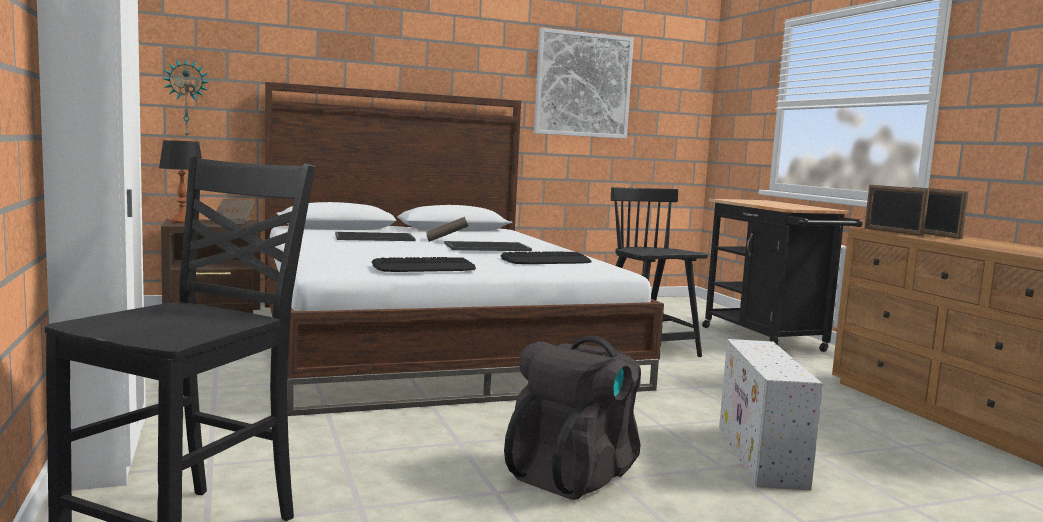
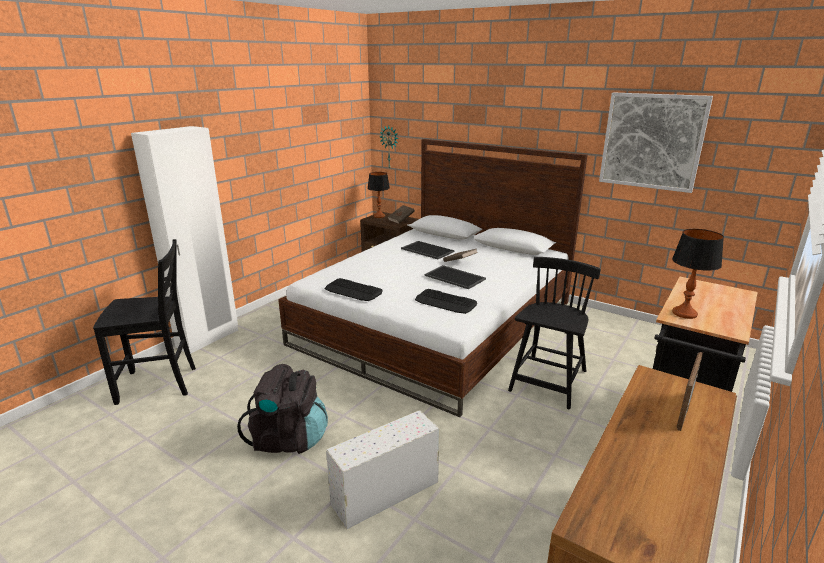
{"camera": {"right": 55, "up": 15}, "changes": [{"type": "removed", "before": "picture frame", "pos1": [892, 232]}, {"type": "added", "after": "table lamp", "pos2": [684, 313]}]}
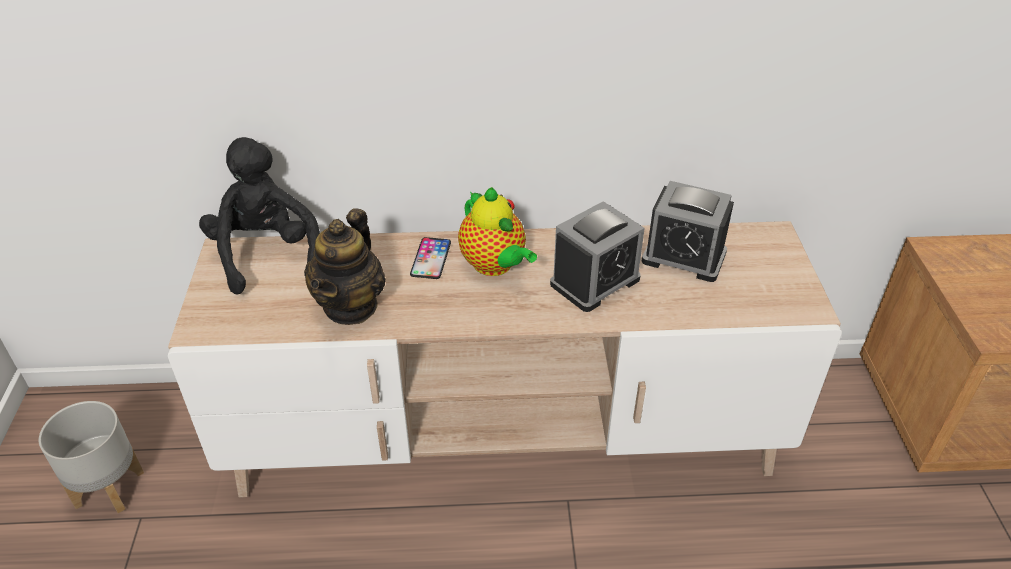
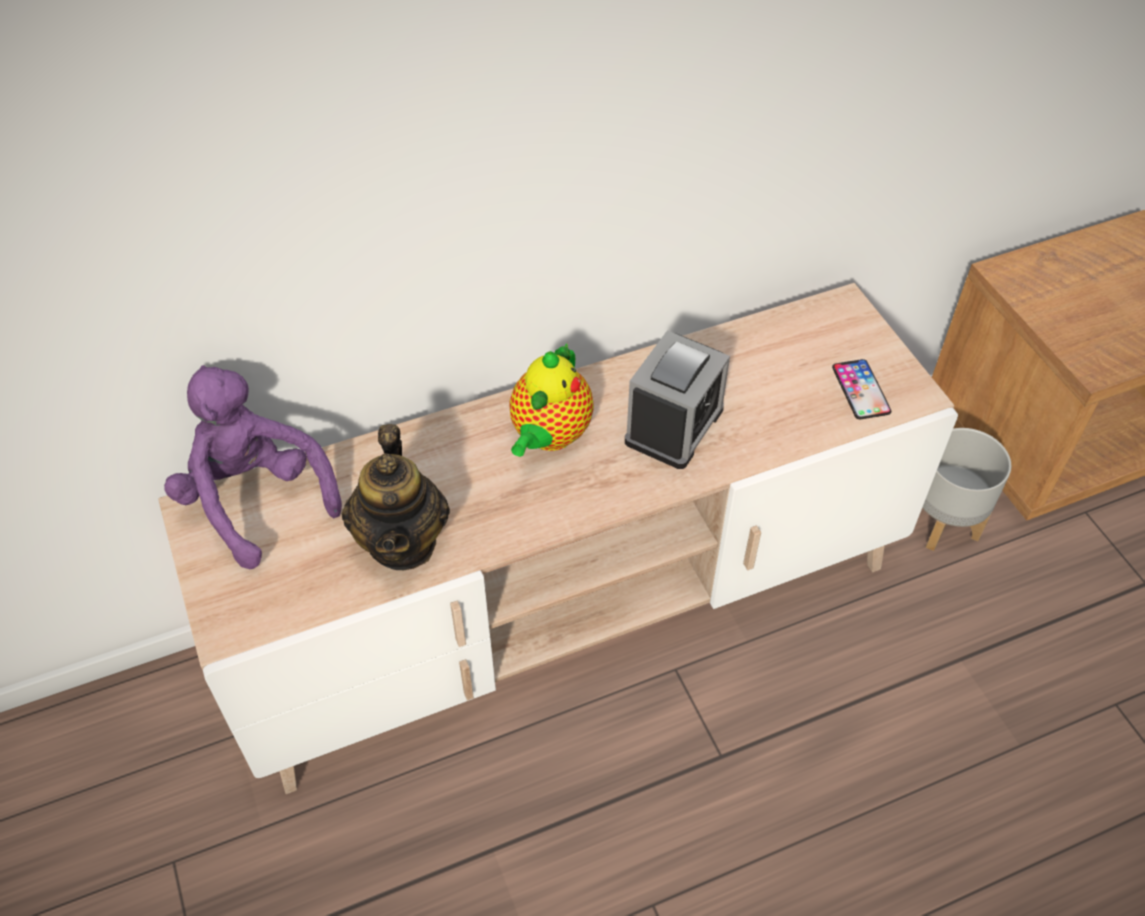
{"camera": {"right": -20, "up": 10}, "changes": [{"type": "removed", "before": "alarm clock", "pos1": [684, 257]}, {"type": "moved", "before": "grey planter", "pos1": [108, 488], "pos2": [941, 522]}, {"type": "moved", "before": "phone", "pos1": [430, 258], "pos2": [860, 389]}, {"type": "recoloured", "before": "black plush toy", "after": "purple plush toy", "pos1": [266, 255], "pos2": [255, 500]}, {"type": "turned", "before": "teapot", "pos1": [495, 266], "pos2": [549, 436], "turn": 75}]}
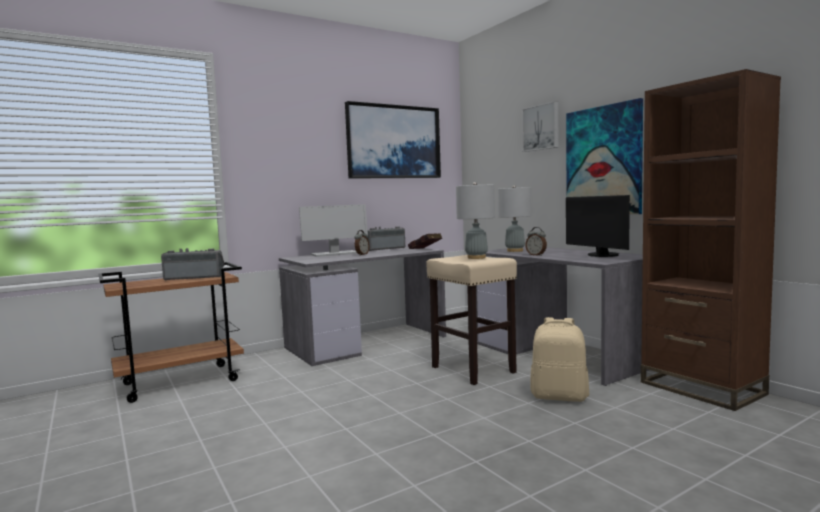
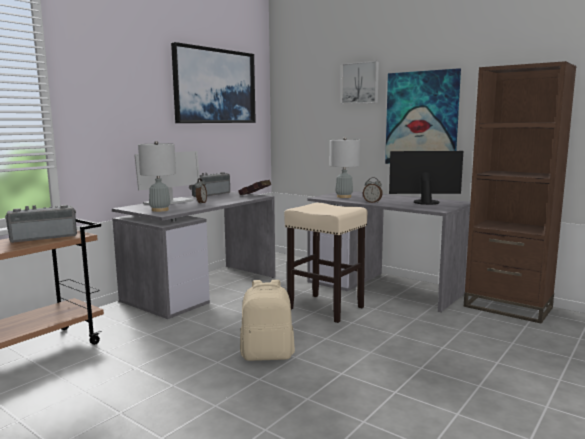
{"camera": {"right": -20, "up": 5}, "changes": [{"type": "moved", "before": "grey table lamp", "pos1": [476, 257], "pos2": [160, 210]}, {"type": "moved", "before": "beige backpack", "pos1": [559, 396], "pos2": [267, 355]}, {"type": "turned", "before": "monitor", "pos1": [600, 255], "pos2": [425, 202], "turn": 135}]}
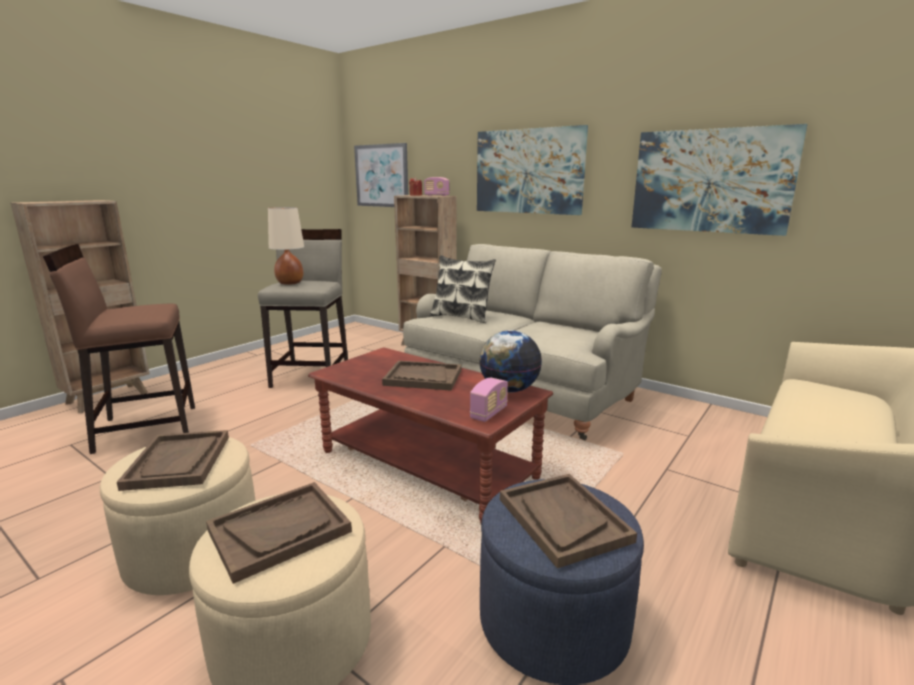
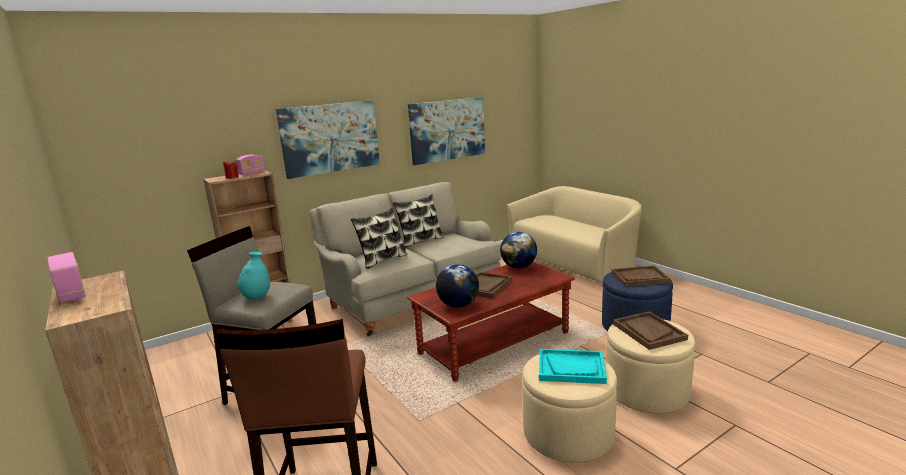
{"camera": {"right": -70, "up": 0}, "changes": [{"type": "removed", "before": "picture", "pos1": [381, 176]}, {"type": "added", "after": "pillow", "pos2": [420, 241]}, {"type": "added", "after": "globe", "pos2": [458, 305]}, {"type": "moved", "before": "radio", "pos1": [489, 413], "pos2": [72, 294]}, {"type": "replaced", "before": "beige table lamp", "after": "turquoise vase", "pos1": [290, 283], "pos2": [257, 297]}, {"type": "recoloured", "before": "brown tray", "after": "turquoise tray", "pos1": [179, 462], "pos2": [571, 368]}]}
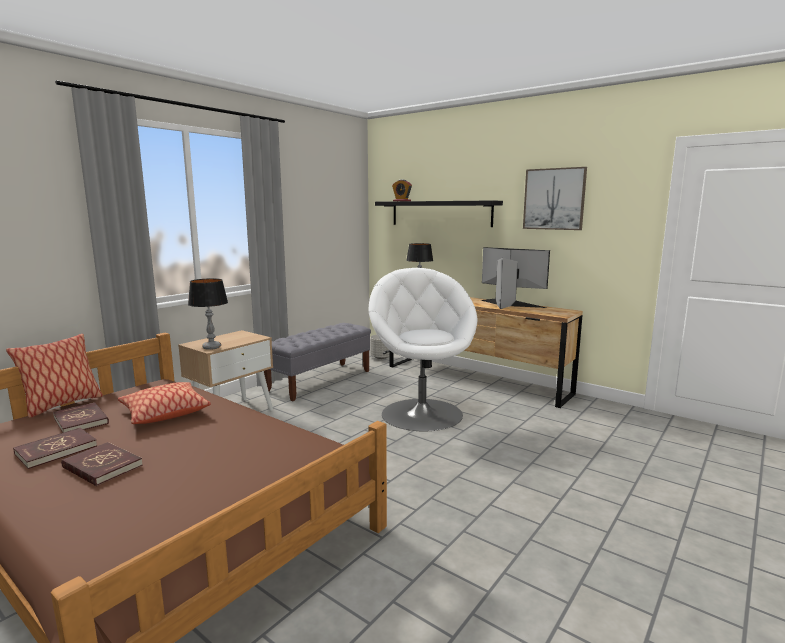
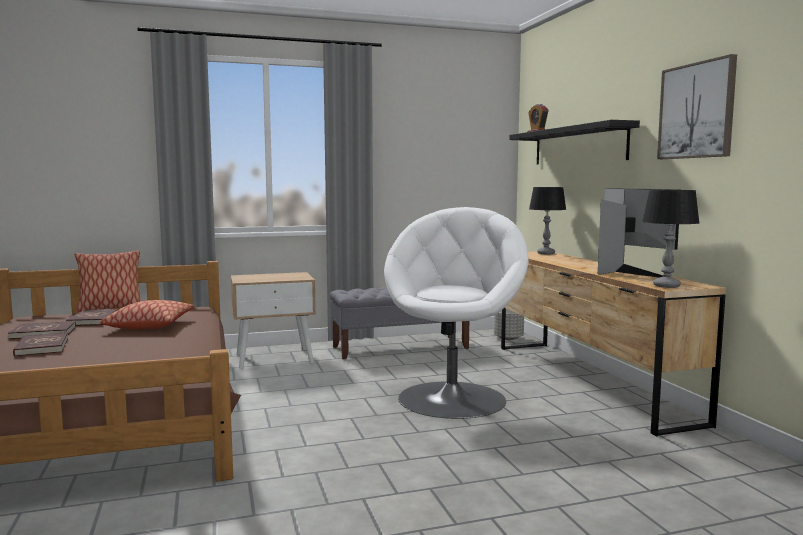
{"camera": {"right": 35, "up": -5}, "changes": [{"type": "moved", "before": "table lamp", "pos1": [211, 347], "pos2": [666, 286]}]}
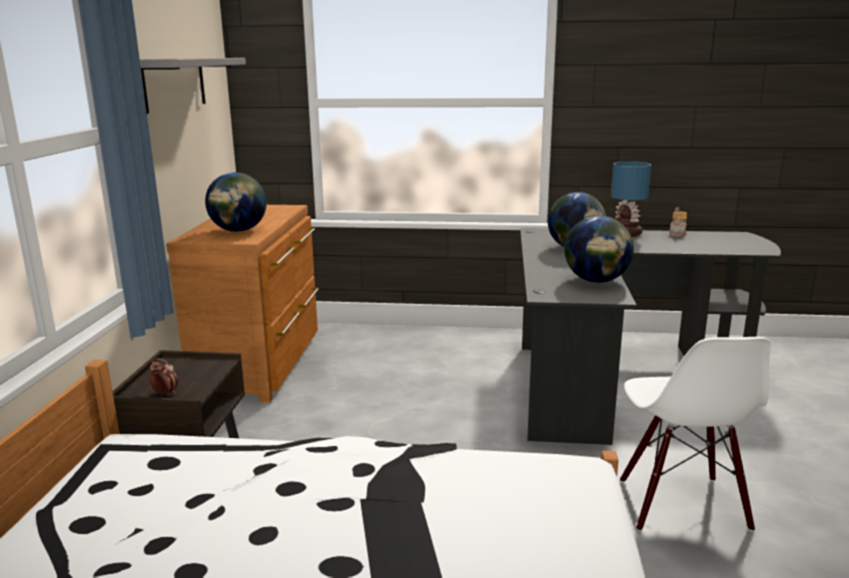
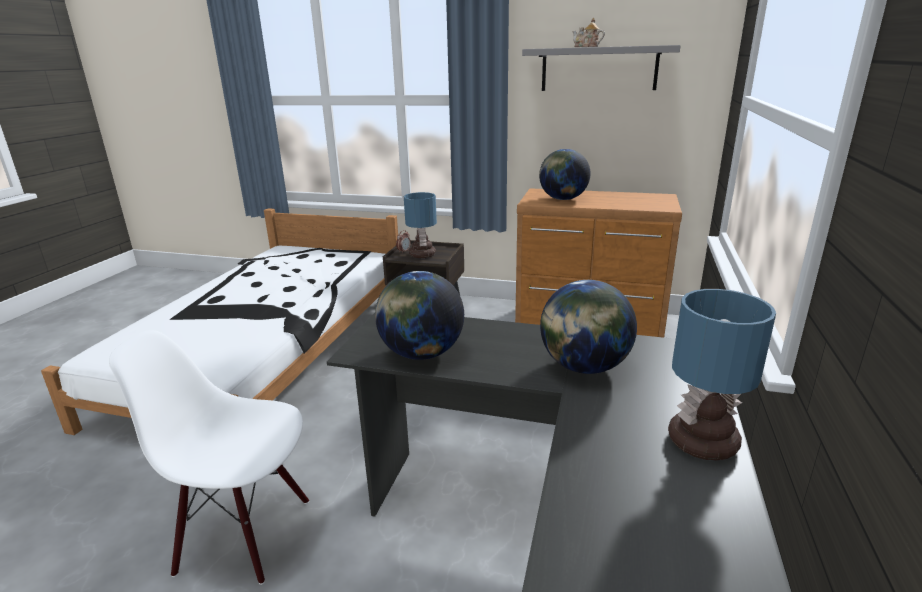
{"camera": {"right": 100, "up": 5}, "changes": [{"type": "added", "after": "table lamp", "pos2": [423, 255]}, {"type": "moved", "before": "teapot", "pos1": [677, 234], "pos2": [586, 47]}]}
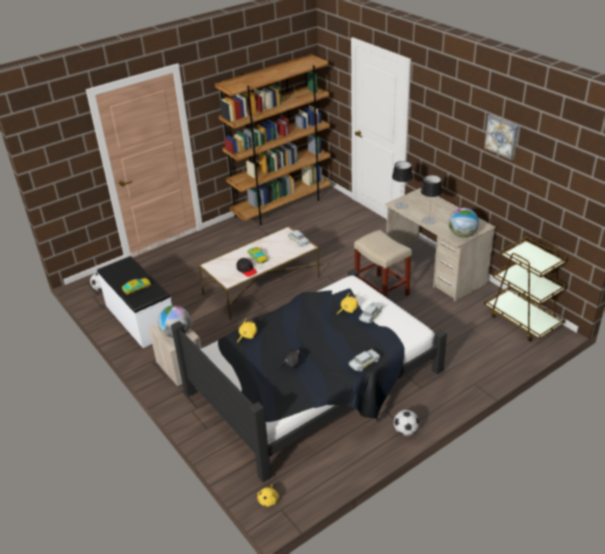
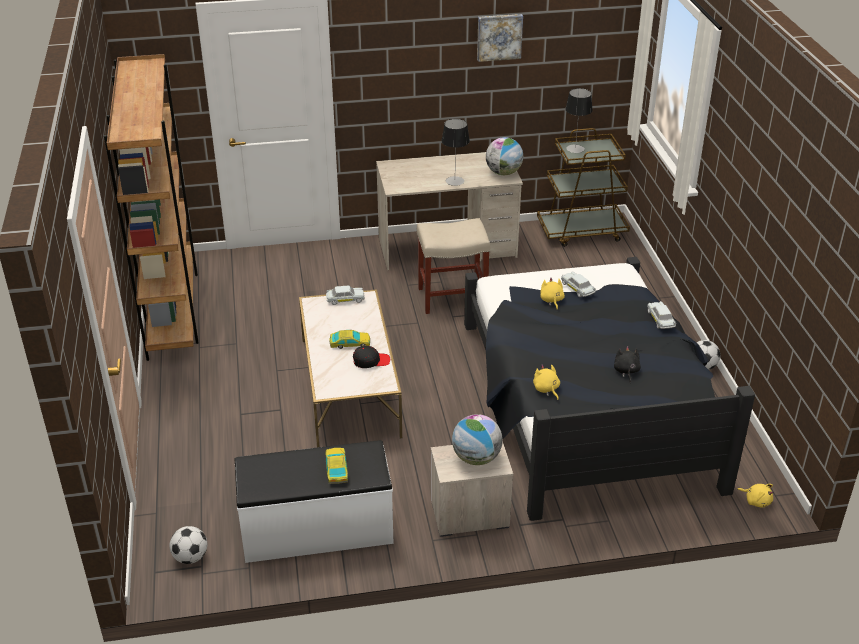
{"camera": {"right": -65, "up": 0}, "changes": [{"type": "moved", "before": "table lamp", "pos1": [401, 205], "pos2": [575, 149]}]}
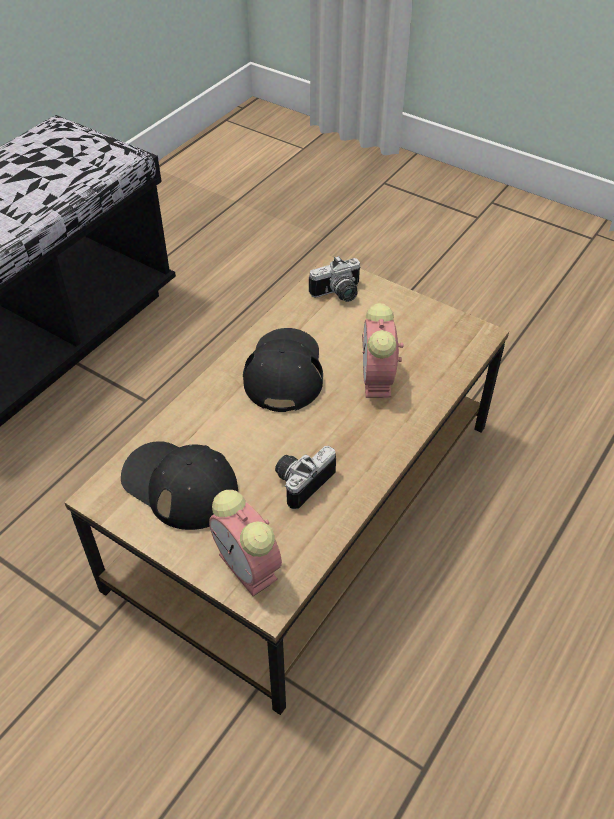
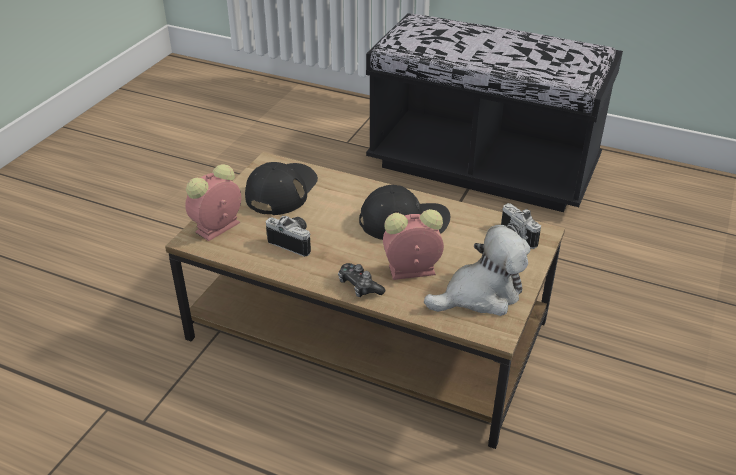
{"camera": {"right": 80, "up": -10}, "changes": [{"type": "added", "after": "game controller", "pos2": [359, 286]}, {"type": "added", "after": "plush toy", "pos2": [481, 295]}]}
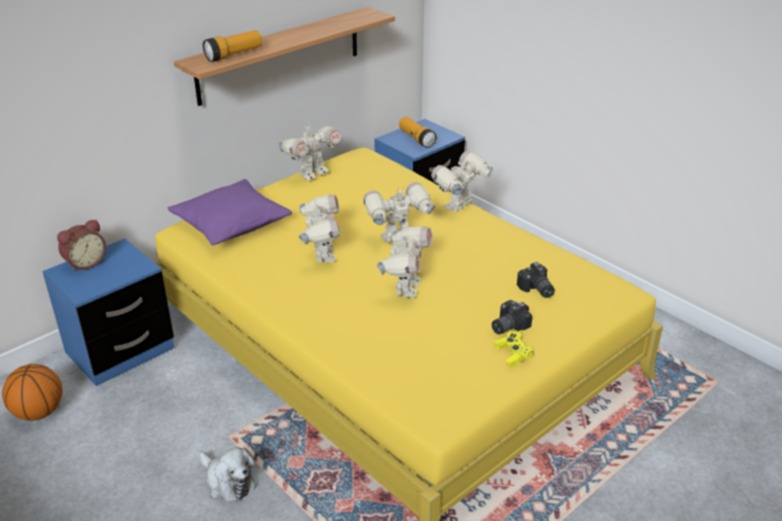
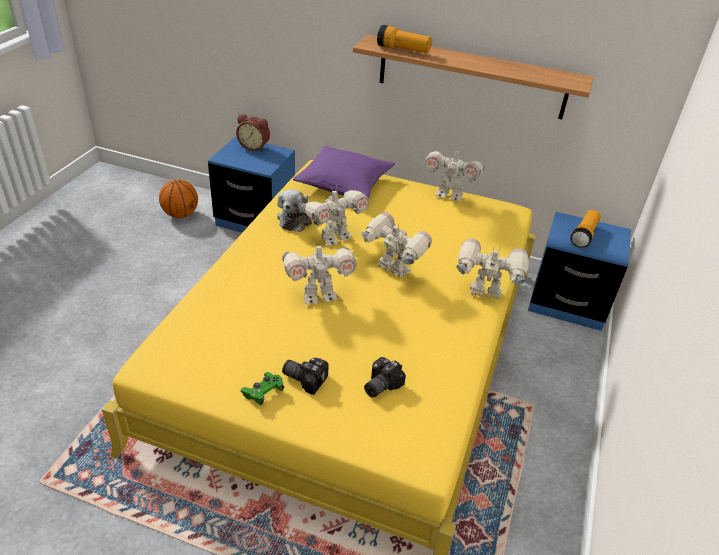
{"camera": {"right": 60, "up": 5}, "changes": [{"type": "moved", "before": "plush toy", "pos1": [228, 481], "pos2": [296, 219]}, {"type": "recoloured", "before": "yellow game controller", "after": "green game controller", "pos1": [513, 354], "pos2": [263, 393]}]}
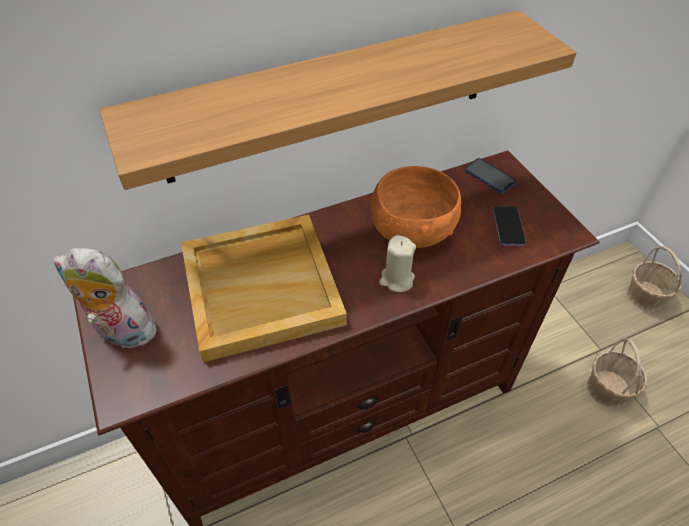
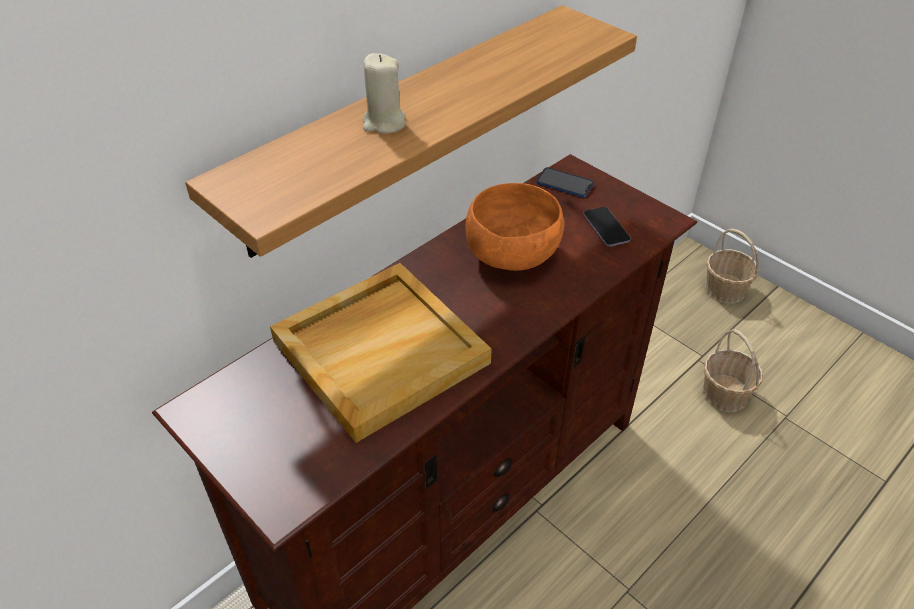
{"camera": {"right": -20, "up": -5}, "changes": [{"type": "removed", "before": "plush toy", "pos1": [122, 332]}, {"type": "moved", "before": "beige candle", "pos1": [396, 280], "pos2": [384, 123]}]}
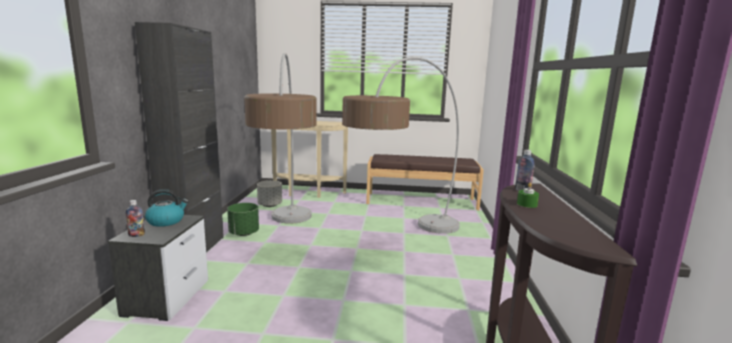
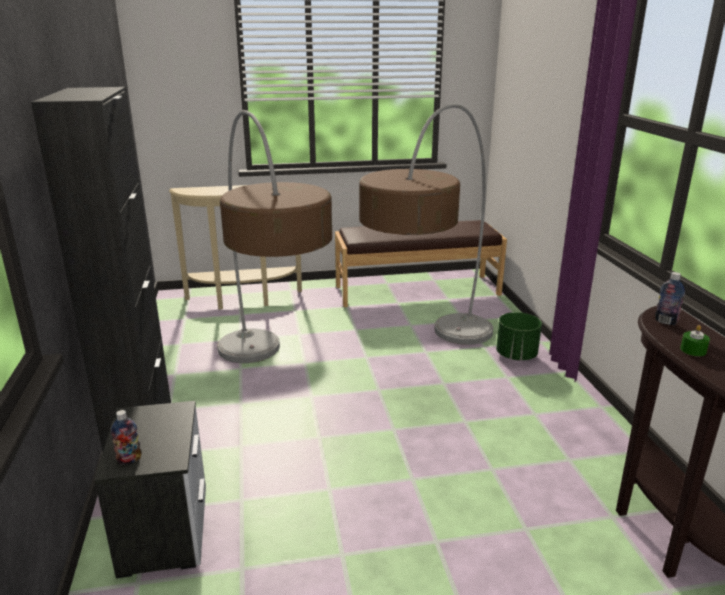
{"camera": {"right": -15, "up": 10}, "changes": [{"type": "removed", "before": "kettle", "pos1": [166, 221]}, {"type": "removed", "before": "grey planter", "pos1": [270, 205]}, {"type": "moved", "before": "green planter", "pos1": [244, 233], "pos2": [516, 355]}]}
